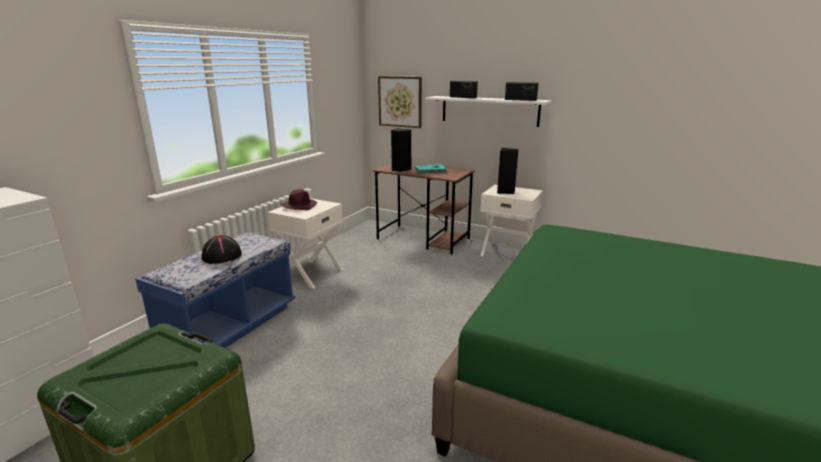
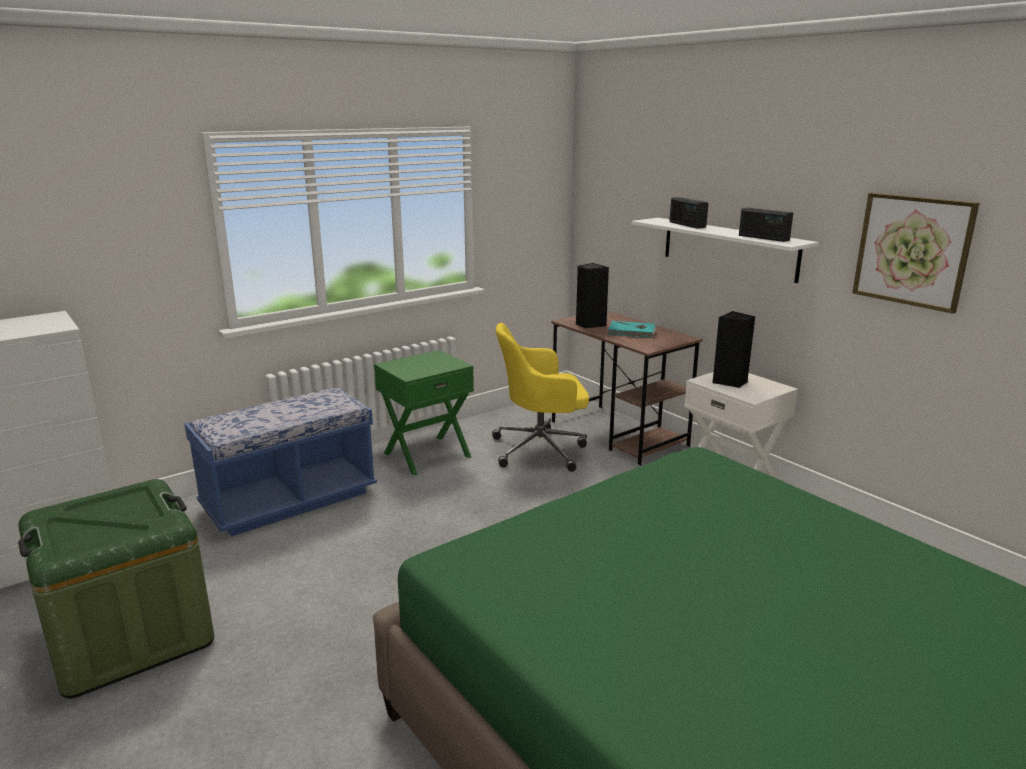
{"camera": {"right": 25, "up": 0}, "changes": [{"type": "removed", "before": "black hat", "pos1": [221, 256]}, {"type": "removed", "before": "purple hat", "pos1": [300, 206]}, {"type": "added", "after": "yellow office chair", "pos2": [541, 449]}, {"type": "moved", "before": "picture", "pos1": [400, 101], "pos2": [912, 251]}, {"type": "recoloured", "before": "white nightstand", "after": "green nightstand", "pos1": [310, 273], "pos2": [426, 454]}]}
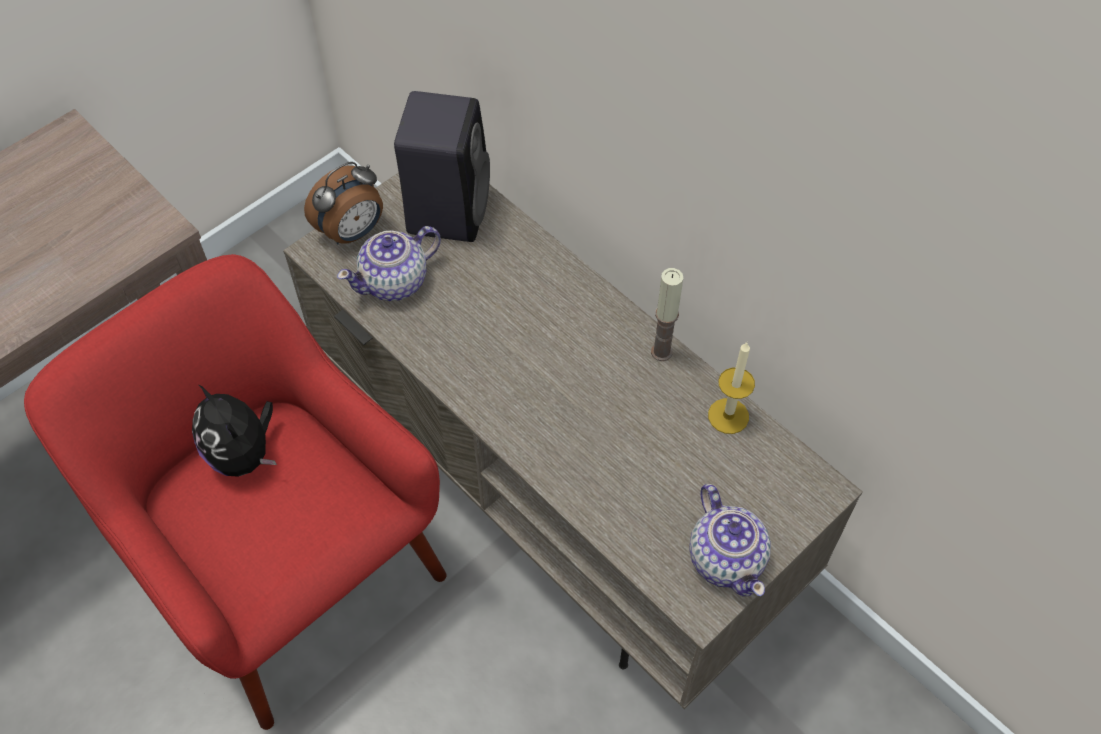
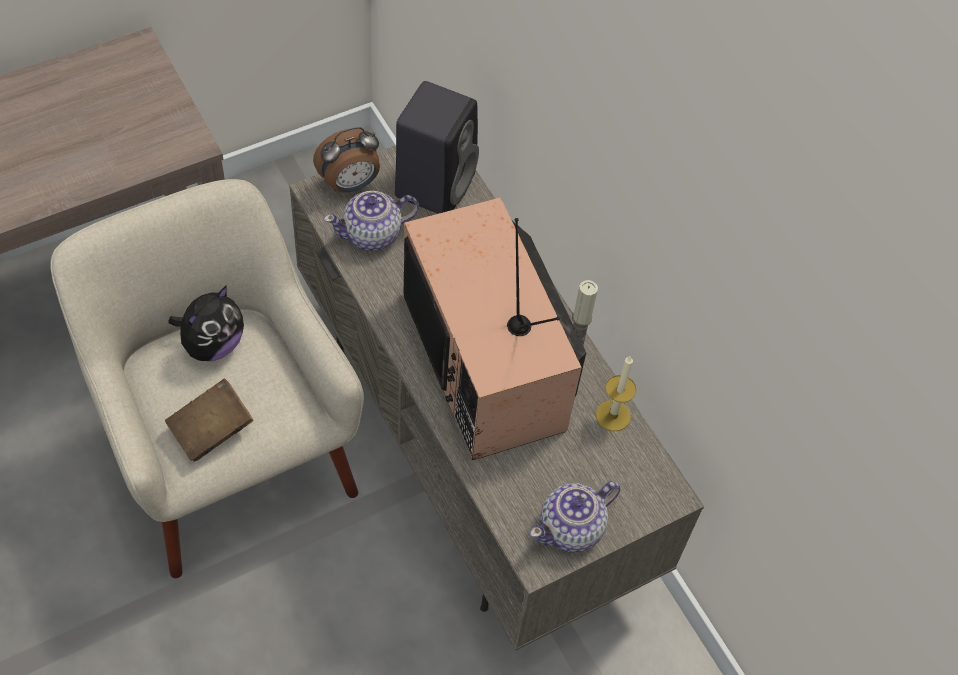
{"camera": {"right": 10, "up": 0}, "changes": [{"type": "added", "after": "brown book", "pos2": [211, 430]}, {"type": "added", "after": "television", "pos2": [488, 362]}, {"type": "recoloured", "before": "red armchair", "after": "beige armchair", "pos1": [288, 569], "pos2": [228, 453]}, {"type": "turned", "before": "plush toy", "pos1": [243, 454], "pos2": [212, 344], "turn": -120}, {"type": "turned", "before": "teapot", "pos1": [726, 558], "pos2": [572, 528], "turn": 60}]}
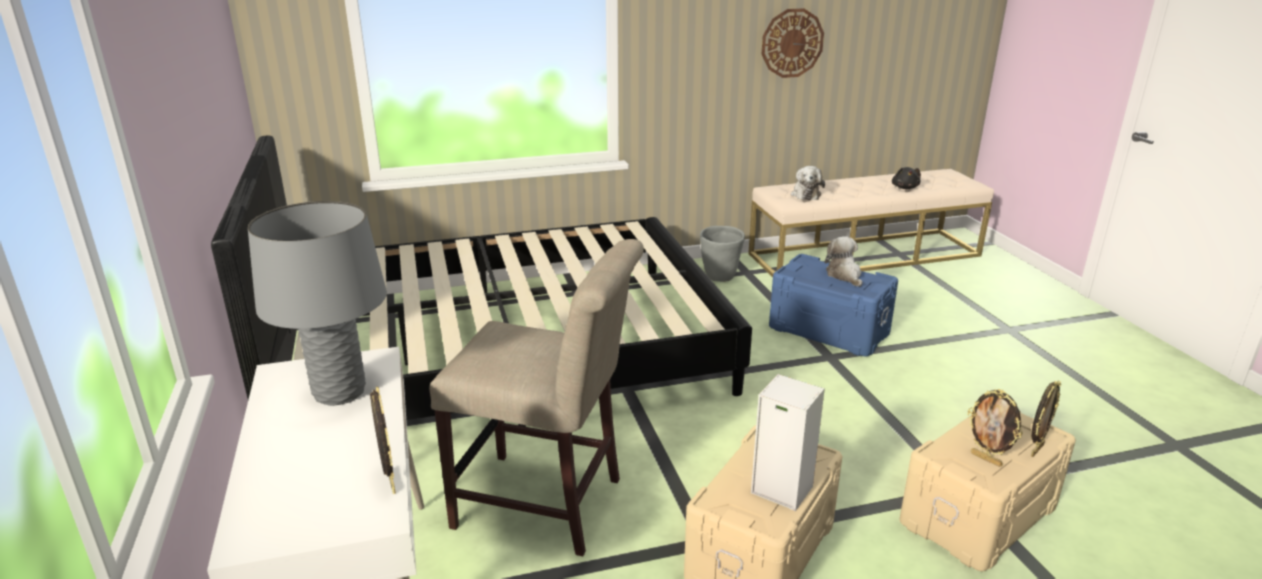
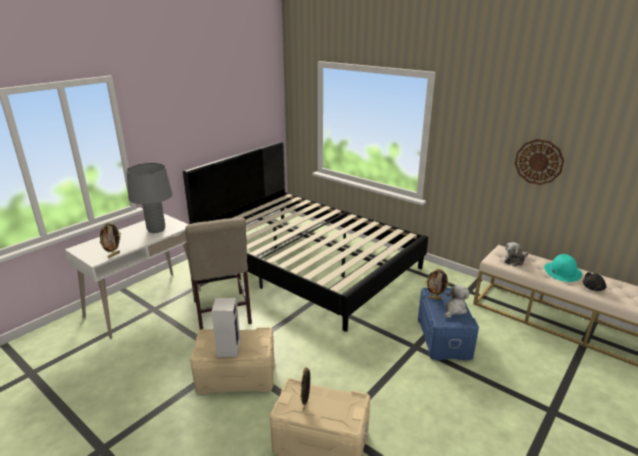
{"camera": {"right": 55, "up": 0}, "changes": [{"type": "removed", "before": "grey planter", "pos1": [720, 277]}, {"type": "added", "after": "turquoise hat", "pos2": [562, 272]}, {"type": "moved", "before": "picture frame", "pos1": [1036, 450], "pos2": [435, 298]}]}
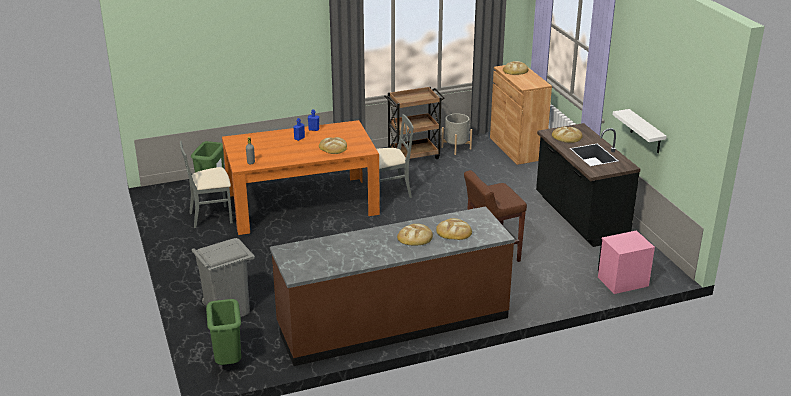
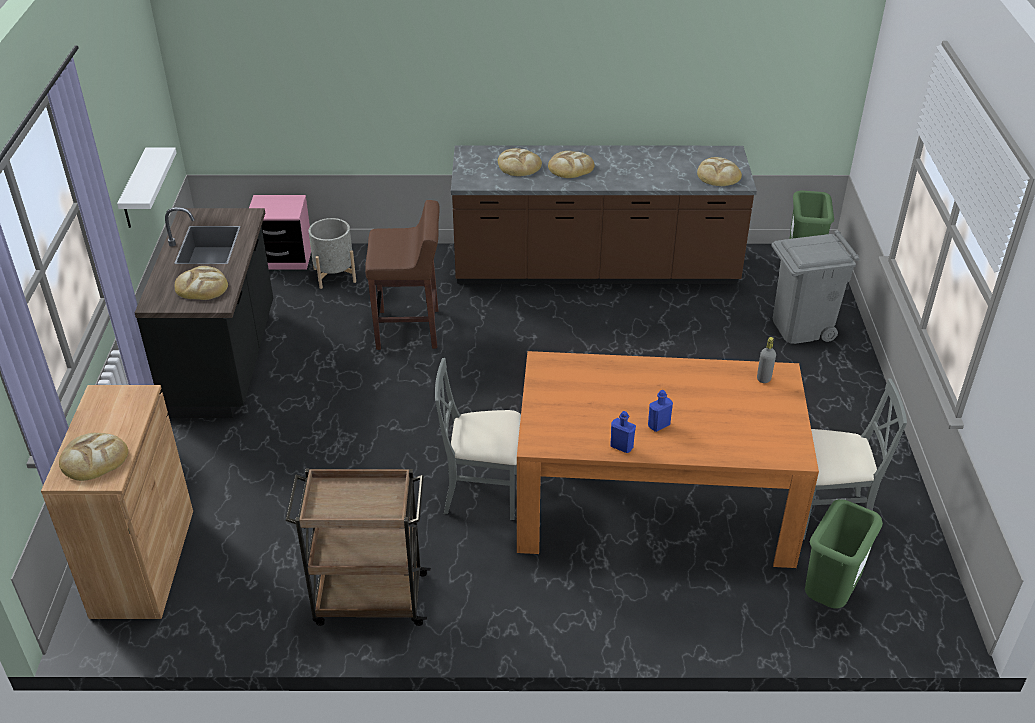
{"camera": {"right": -160, "up": 10}, "changes": [{"type": "moved", "before": "bread", "pos1": [333, 147], "pos2": [718, 175]}, {"type": "moved", "before": "grey planter", "pos1": [456, 148], "pos2": [334, 275]}]}
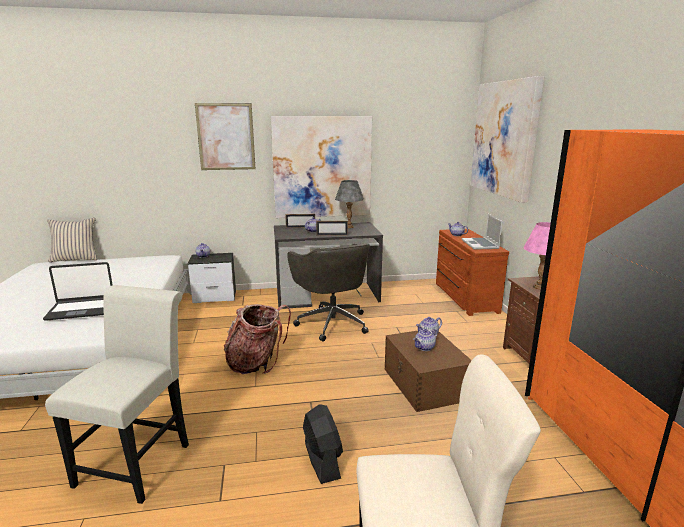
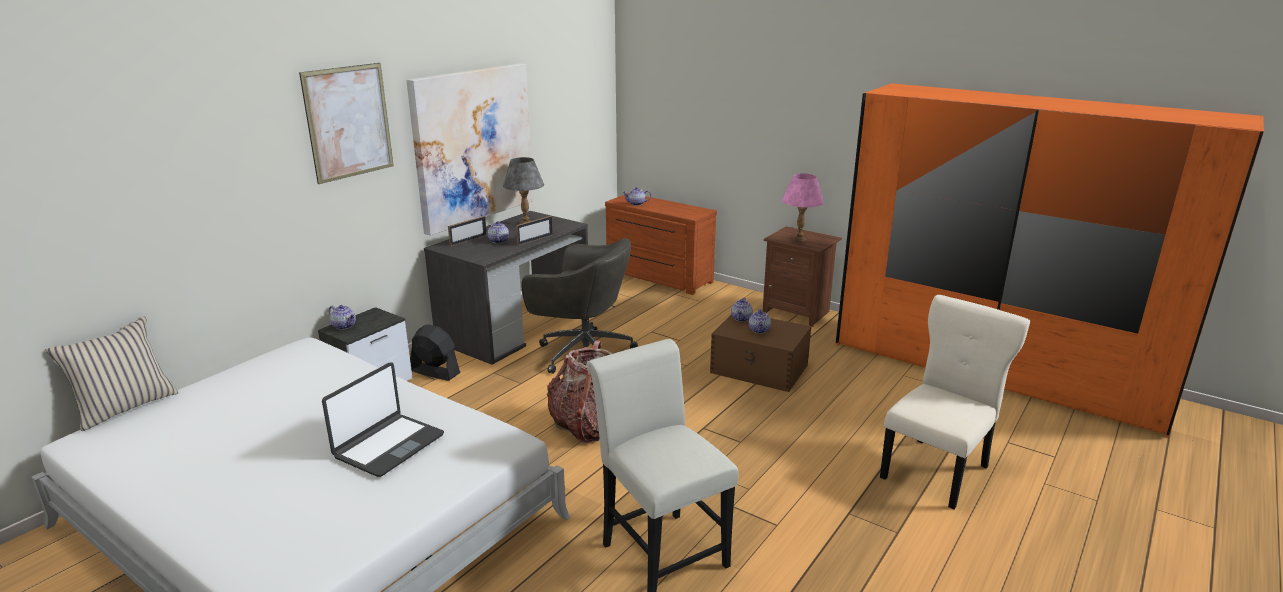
{"camera": {"right": -45, "up": 5}, "changes": [{"type": "removed", "before": "laptop", "pos1": [481, 244]}, {"type": "removed", "before": "picture", "pos1": [505, 139]}, {"type": "moved", "before": "black fan", "pos1": [322, 460], "pos2": [434, 372]}]}
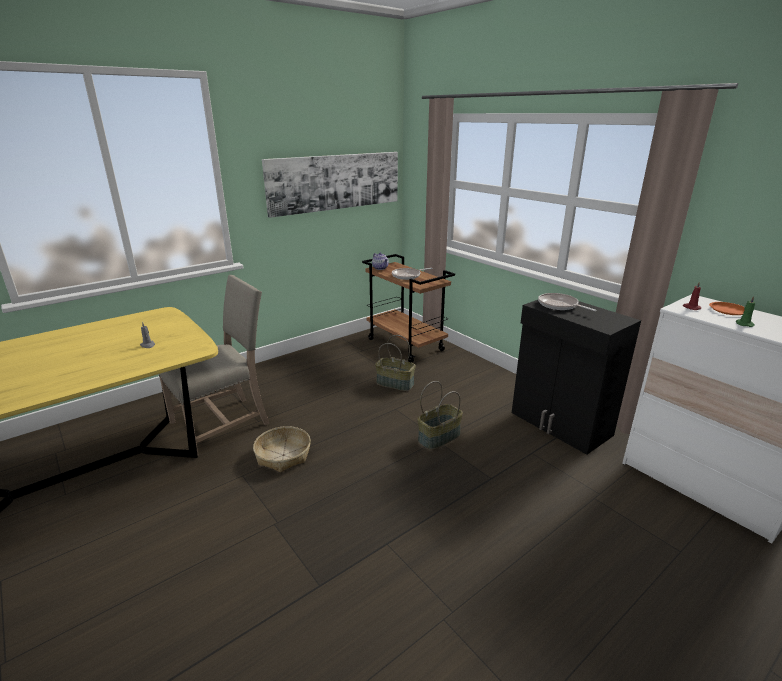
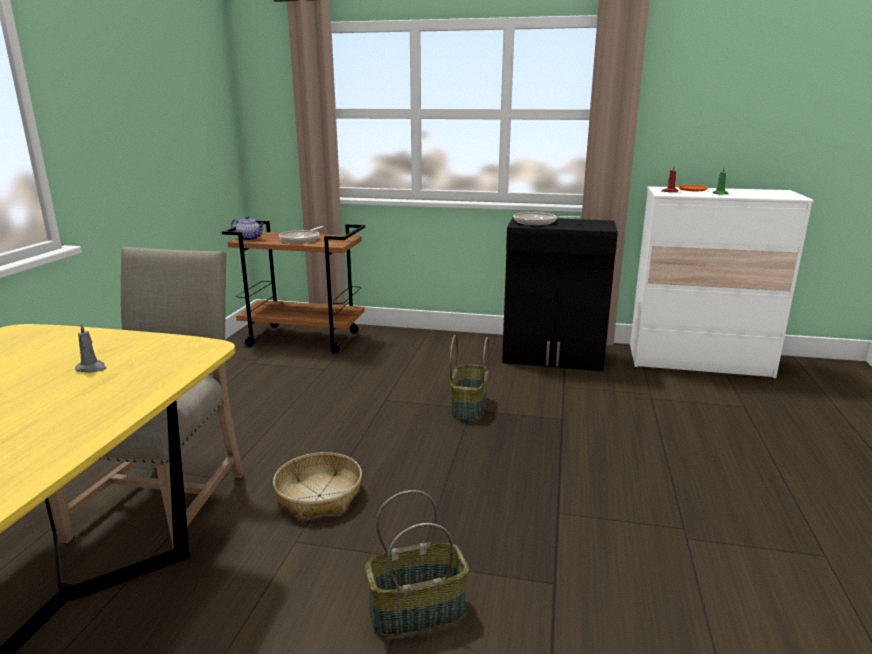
{"camera": {"right": -40, "up": -5}, "changes": [{"type": "removed", "before": "picture", "pos1": [335, 182]}, {"type": "moved", "before": "basket", "pos1": [395, 383], "pos2": [418, 610]}]}
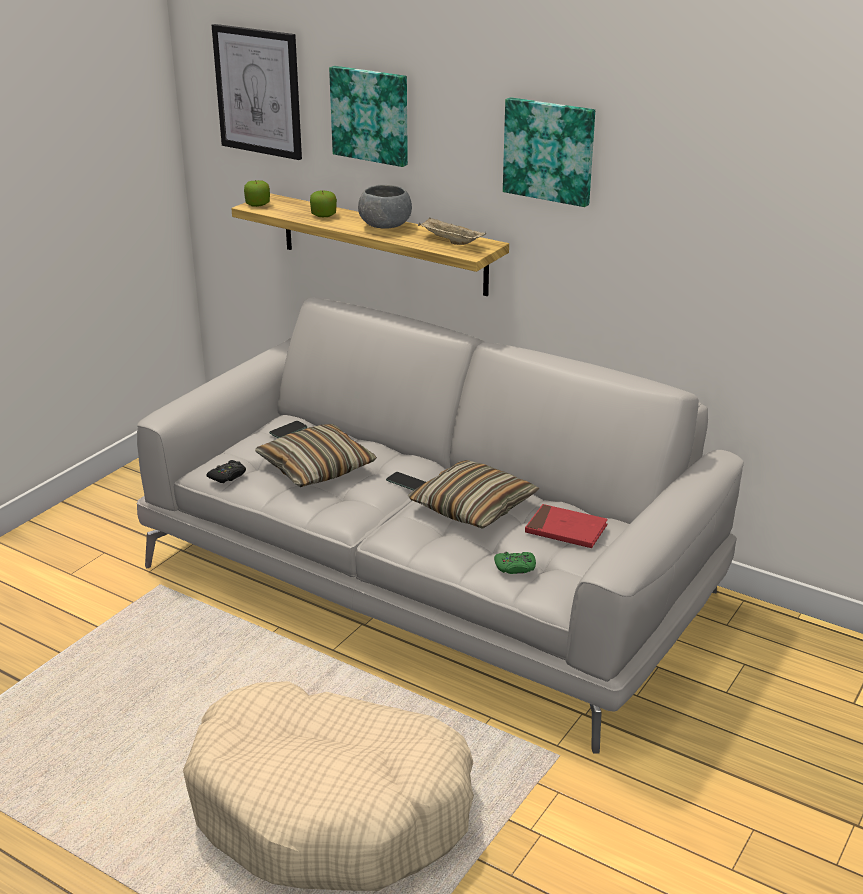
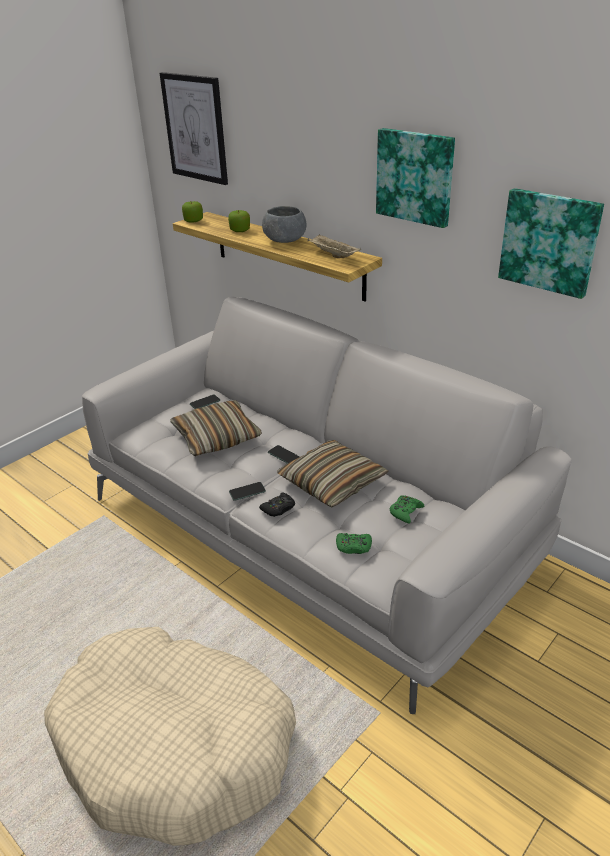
{"camera": {"right": 10, "up": 5}, "changes": [{"type": "added", "after": "phone", "pos2": [247, 491]}, {"type": "moved", "before": "black game controller", "pos1": [228, 476], "pos2": [278, 508]}, {"type": "moved", "before": "picture", "pos1": [371, 115], "pos2": [549, 241]}, {"type": "replaced", "before": "red book", "after": "green game controller", "pos1": [566, 530], "pos2": [405, 512]}]}
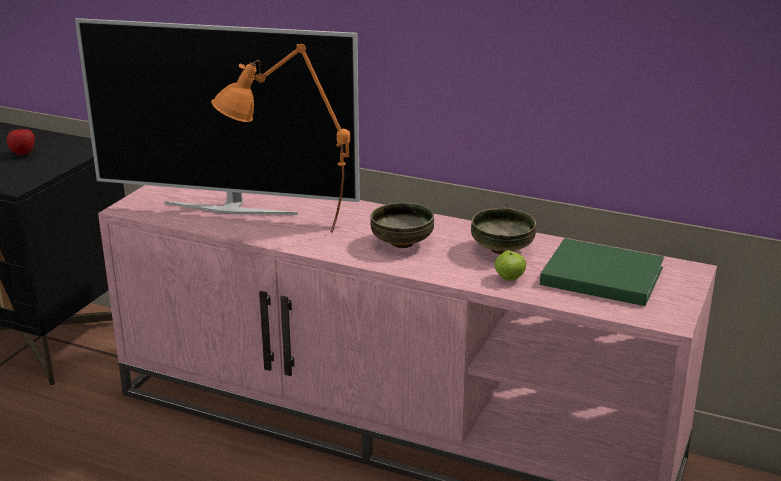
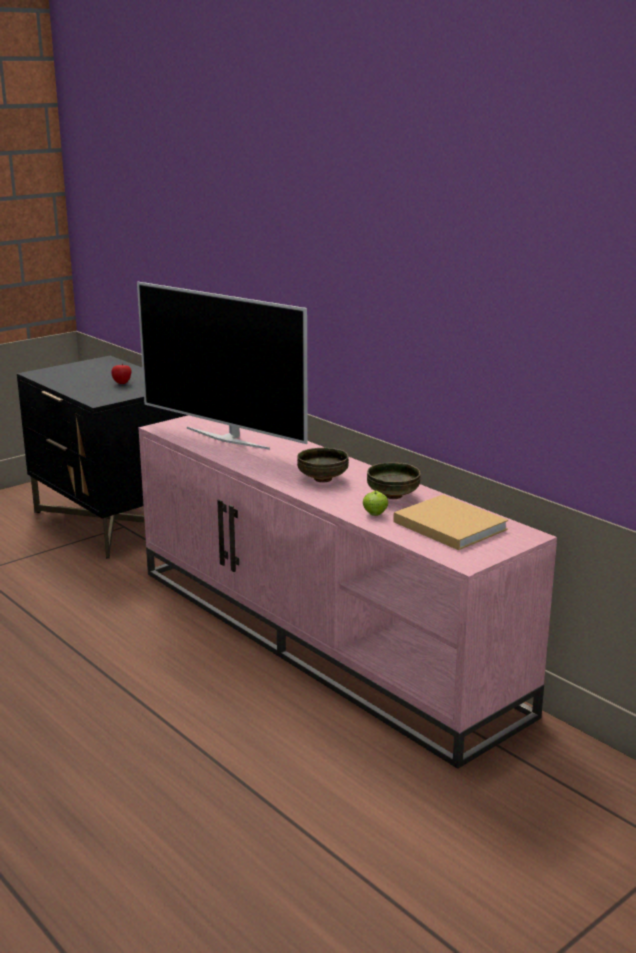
{"camera": {"right": 25, "up": -5}, "changes": [{"type": "removed", "before": "orange table lamp", "pos1": [287, 241]}, {"type": "recoloured", "before": "green book", "after": "beige book", "pos1": [598, 275], "pos2": [447, 525]}]}
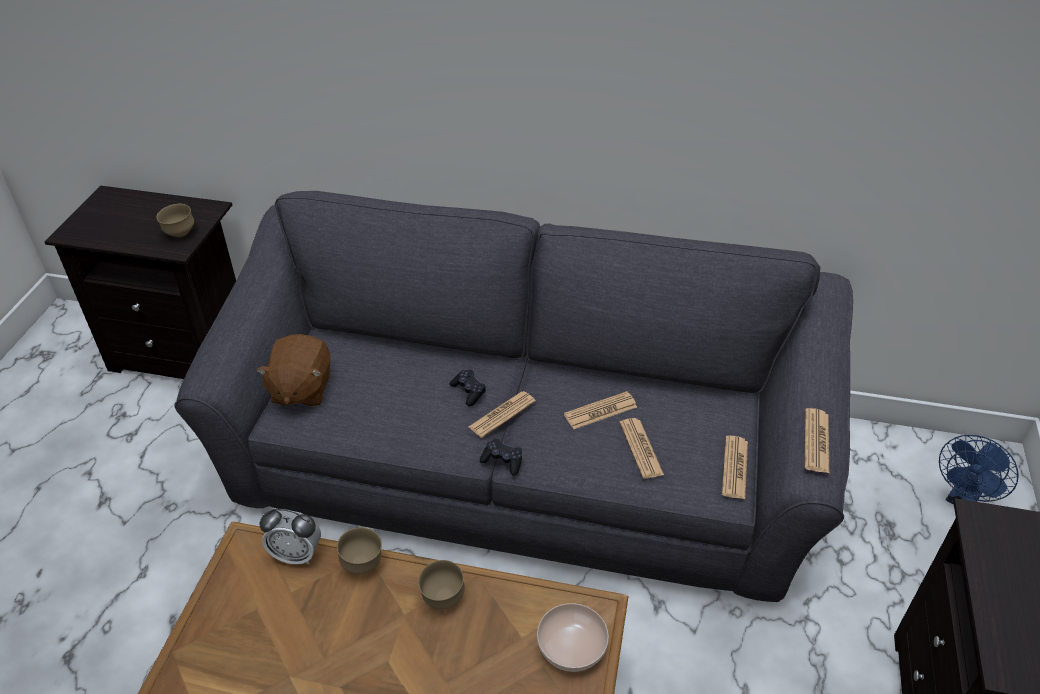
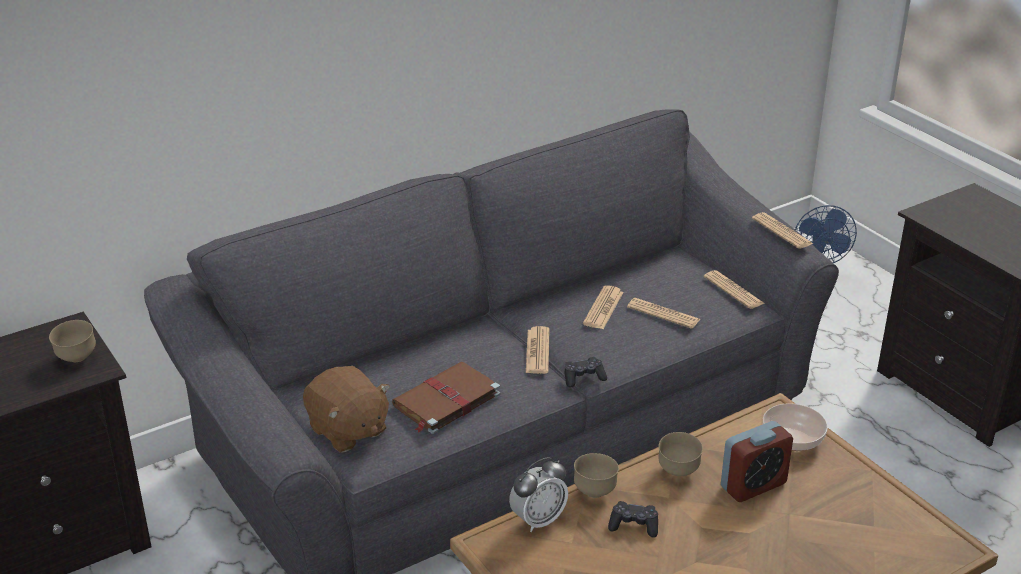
{"camera": {"right": -45, "up": -10}, "changes": [{"type": "added", "after": "brown book", "pos2": [445, 401]}, {"type": "added", "after": "alarm clock", "pos2": [753, 485]}, {"type": "moved", "before": "black game controller", "pos1": [469, 391], "pos2": [634, 525]}]}
